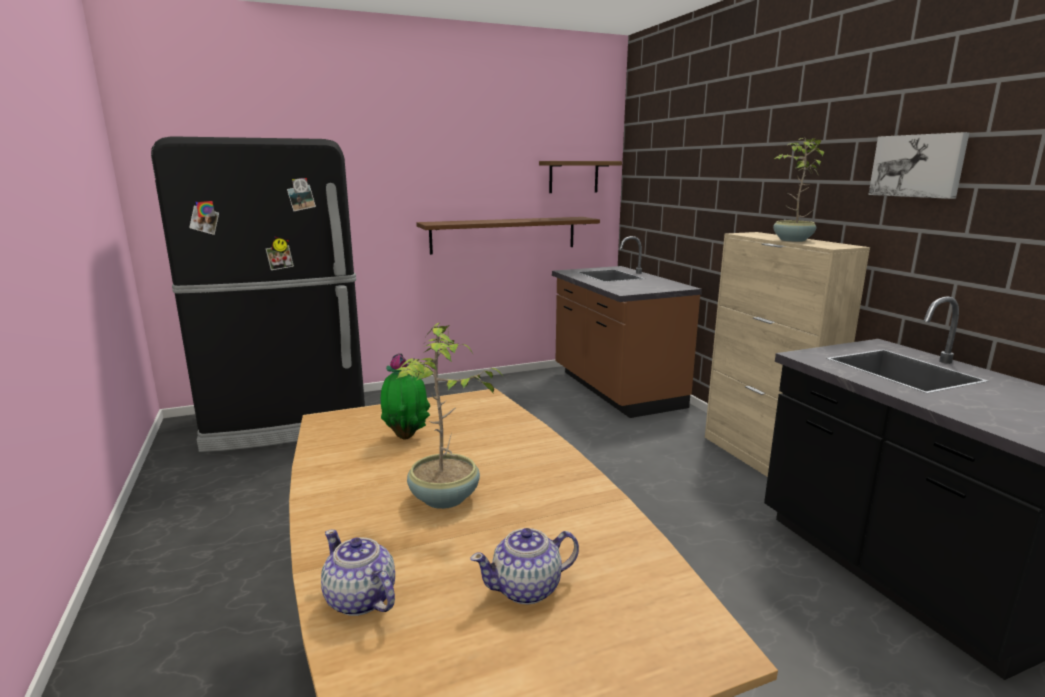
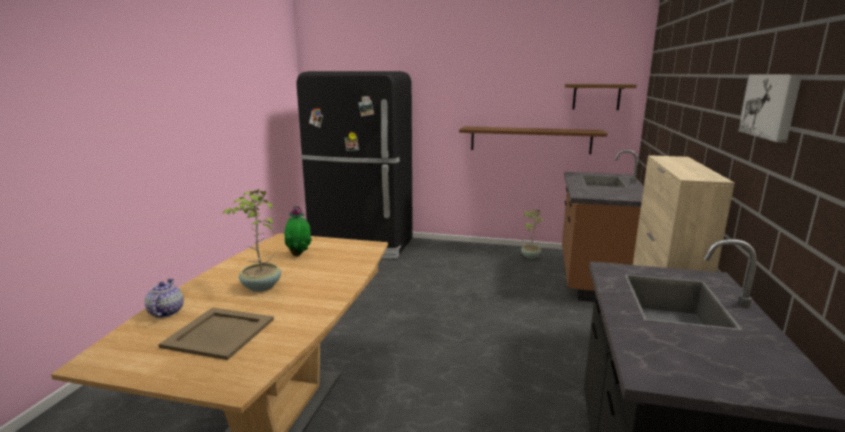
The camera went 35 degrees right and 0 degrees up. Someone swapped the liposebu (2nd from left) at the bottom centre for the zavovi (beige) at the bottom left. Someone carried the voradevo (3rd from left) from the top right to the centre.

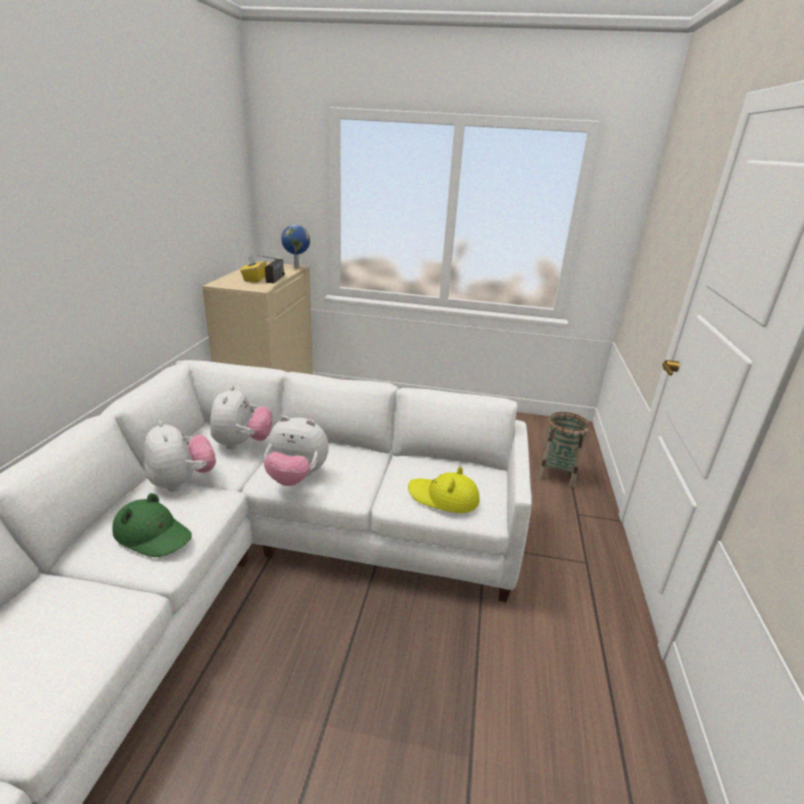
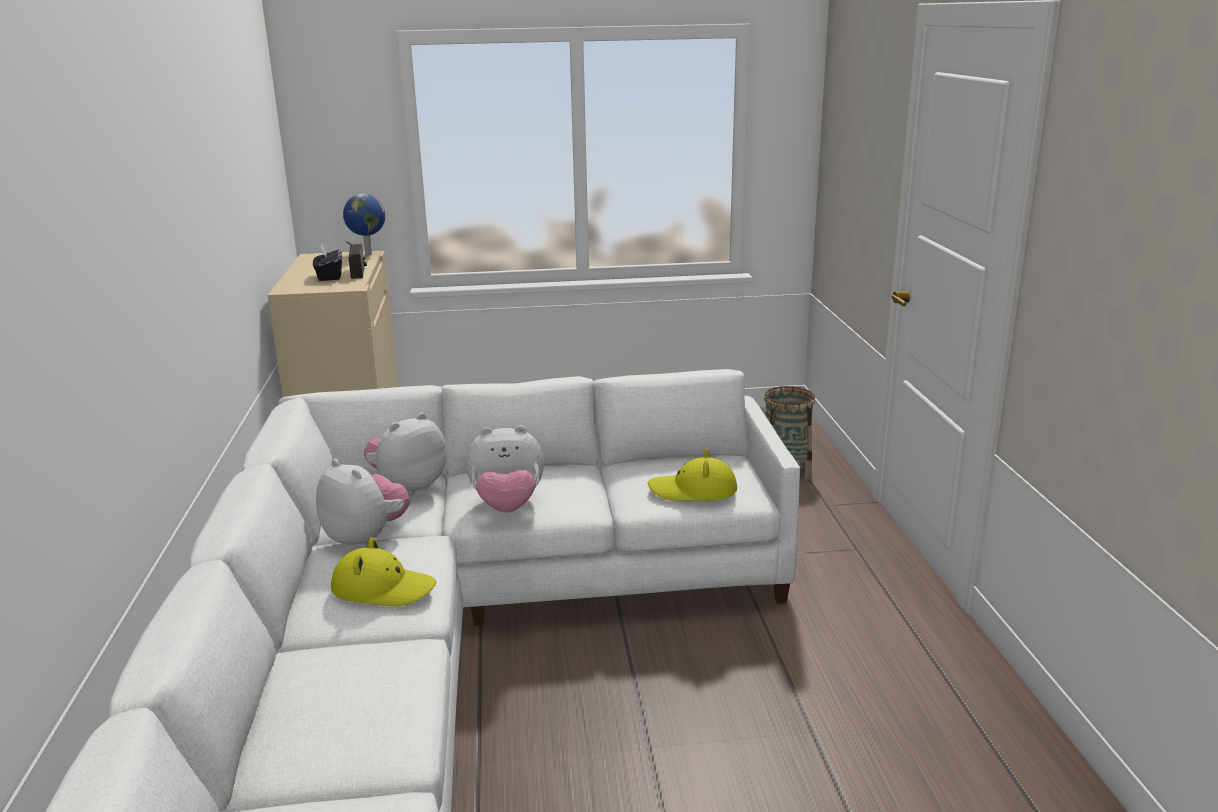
The camera went 15 degrees left and 5 degrees down. Someone repainted the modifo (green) at the middle left, which became the modifo (yellow) (1st from left) at the bottom left. Someone rotated the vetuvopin (2nd from left) at the middle left by 120 degrees counterclockwise. Someone repainted the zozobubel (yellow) at the middle left, which became the zozobubel (black) at the top left.

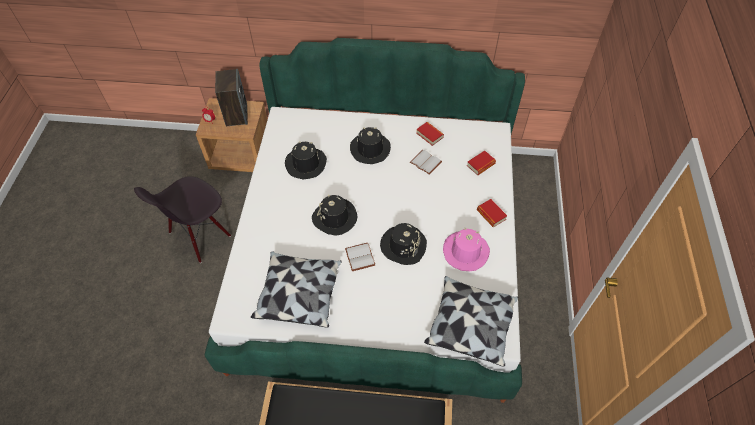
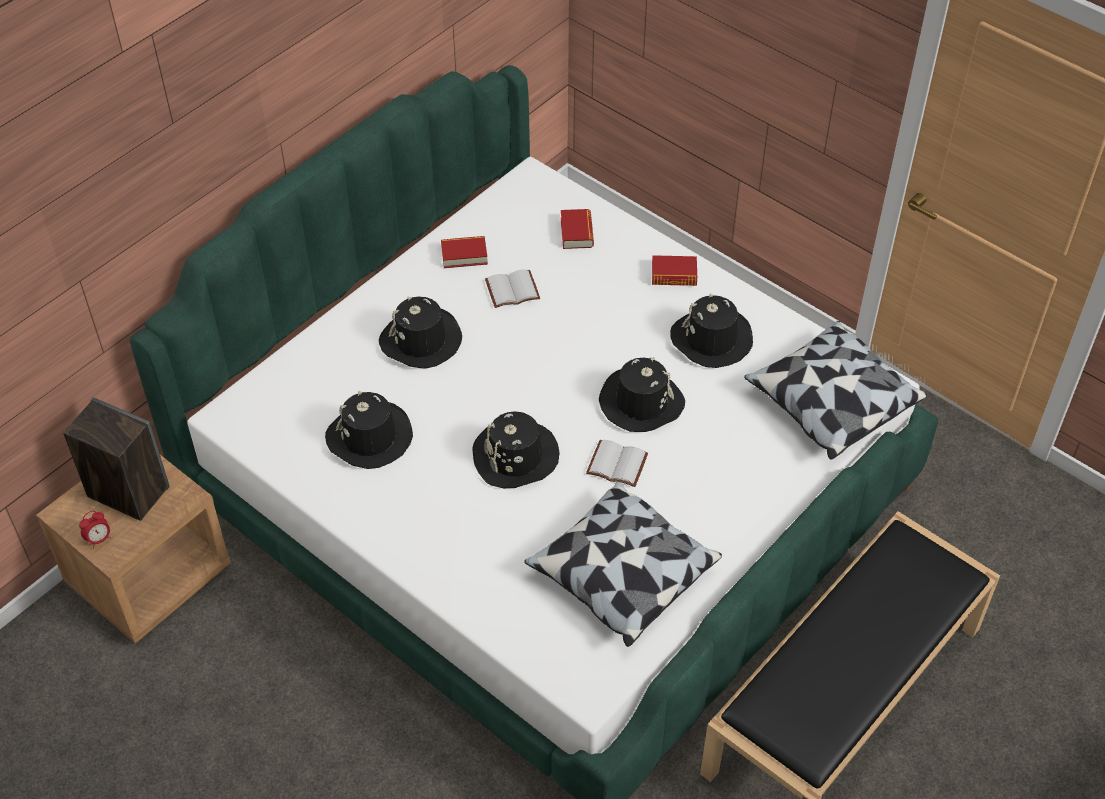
The camera went 55 degrees left and 5 degrees down. Someone took away the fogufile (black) at the middle left. Someone repainted the modifo (pink) at the centre, which became the modifo (black) (5th from left) at the centre.

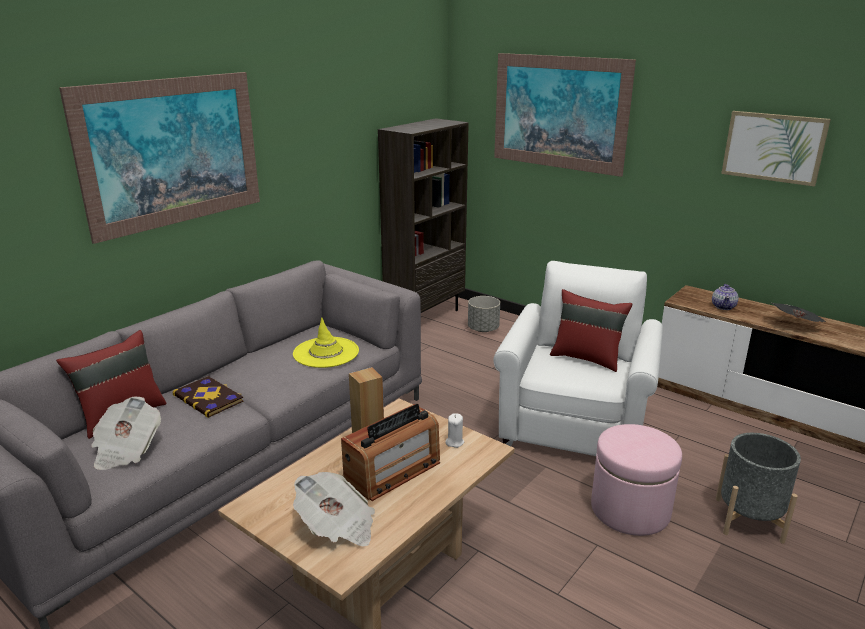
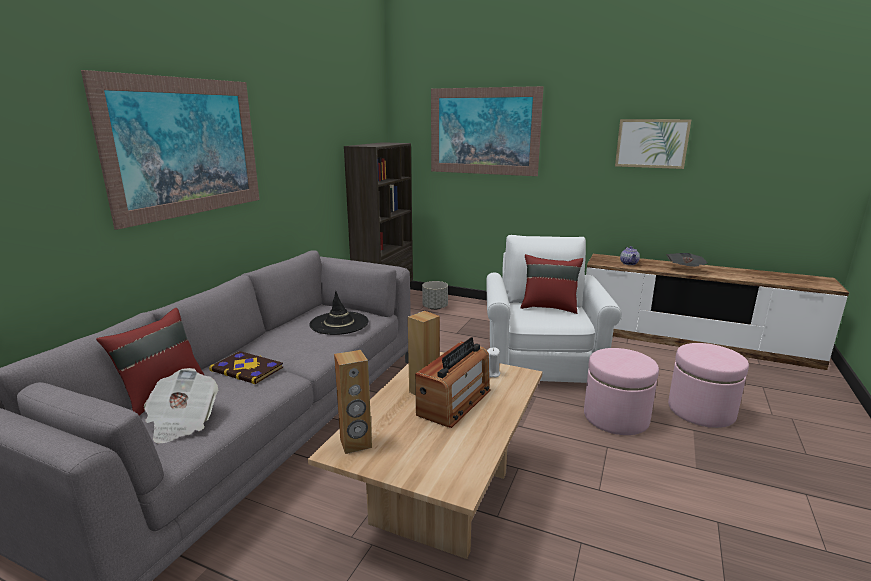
The camera went 15 degrees left and 5 degrees down. Someone repainted the modifo (yellow) at the centre, which became the modifo (black) at the centre. Someone took away the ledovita (2nd from left) at the bottom centre. Someone swapped the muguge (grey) (2nd from left) at the bottom right for the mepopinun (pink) (2nd from left) at the middle right. Someone put down the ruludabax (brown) (1st from left) at the bottom centre.

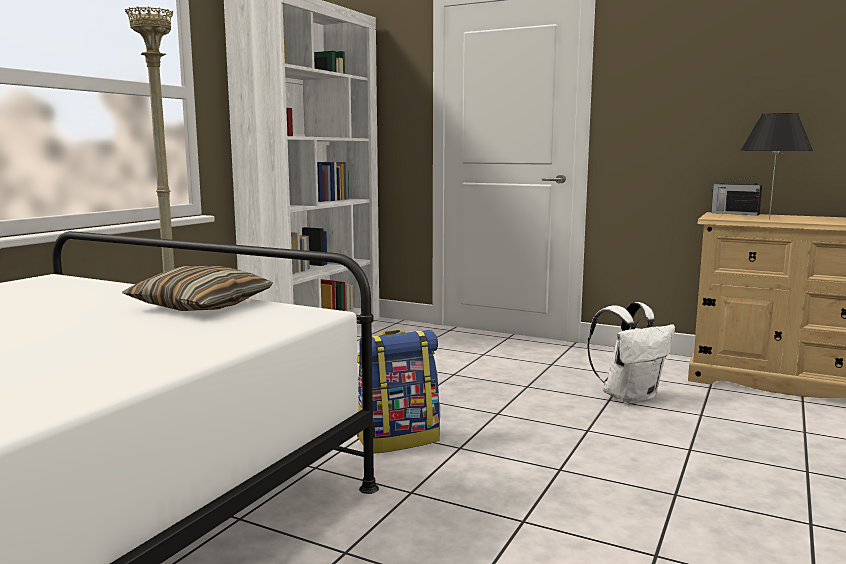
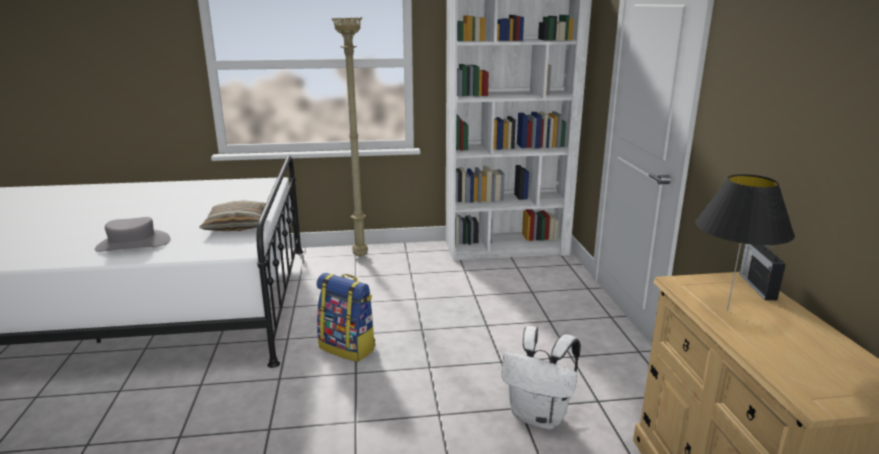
The camera went 55 degrees right and 10 degrees up. Someone put down the modifo (grey) at the middle left.

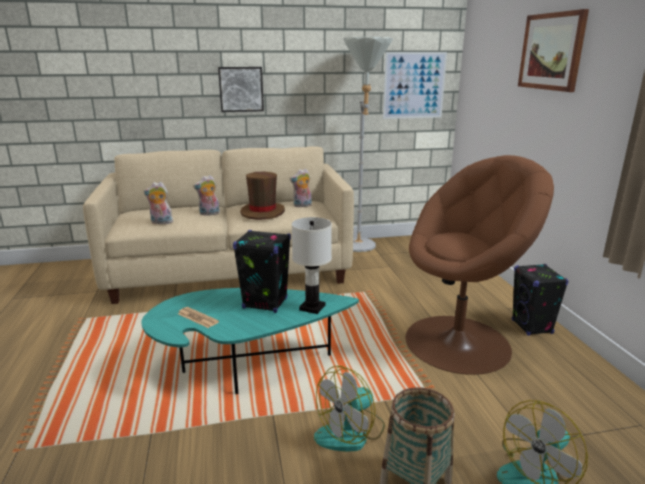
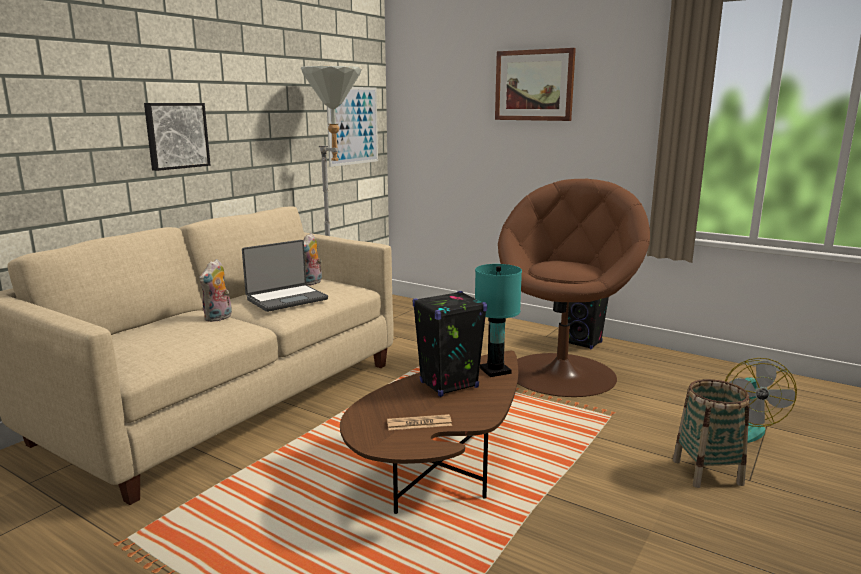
The camera went 45 degrees left and 5 degrees down. Someone repainted the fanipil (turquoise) at the bottom centre, which became the fanipil (brown) at the bottom centre. Someone took away the vetuvopin (1st from left) at the middle left. Someone swapped the modifo (brown) at the centre for the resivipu at the middle left. Someone repainted the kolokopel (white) at the centre, which became the kolokopel (turquoise) at the centre. Someone took away the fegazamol (1st from left) at the bottom centre.

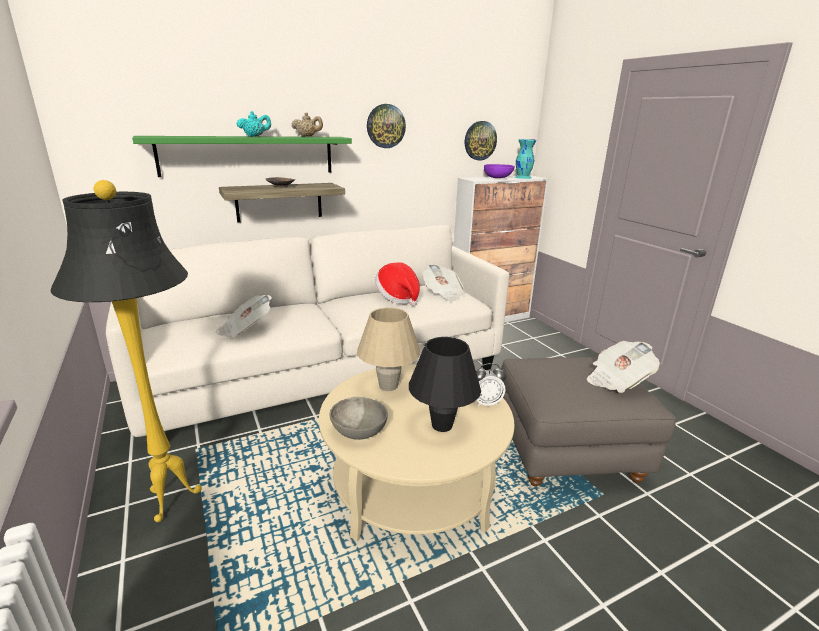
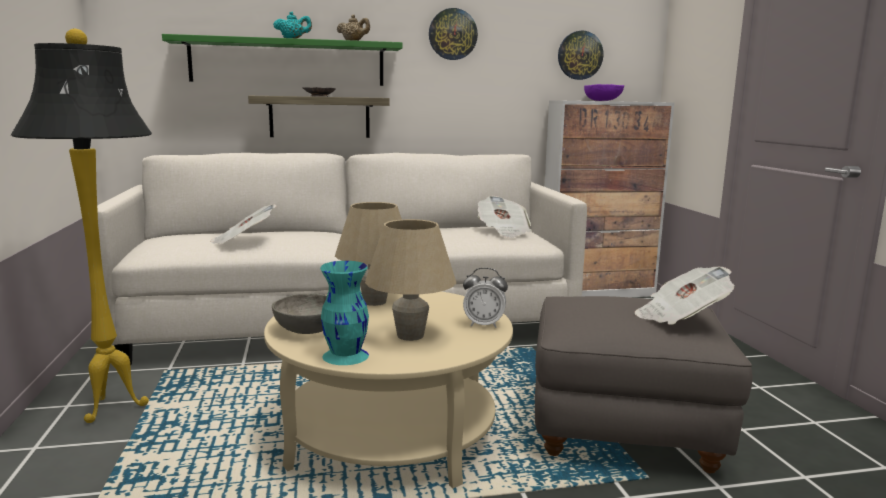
The camera went 15 degrees right and 10 degrees down. Someone took away the modifo at the centre. Someone repainted the kolokopel (black) at the centre, which became the kolokopel (beige) (2nd from left) at the centre. Someone carried the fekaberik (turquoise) from the top centre to the centre.

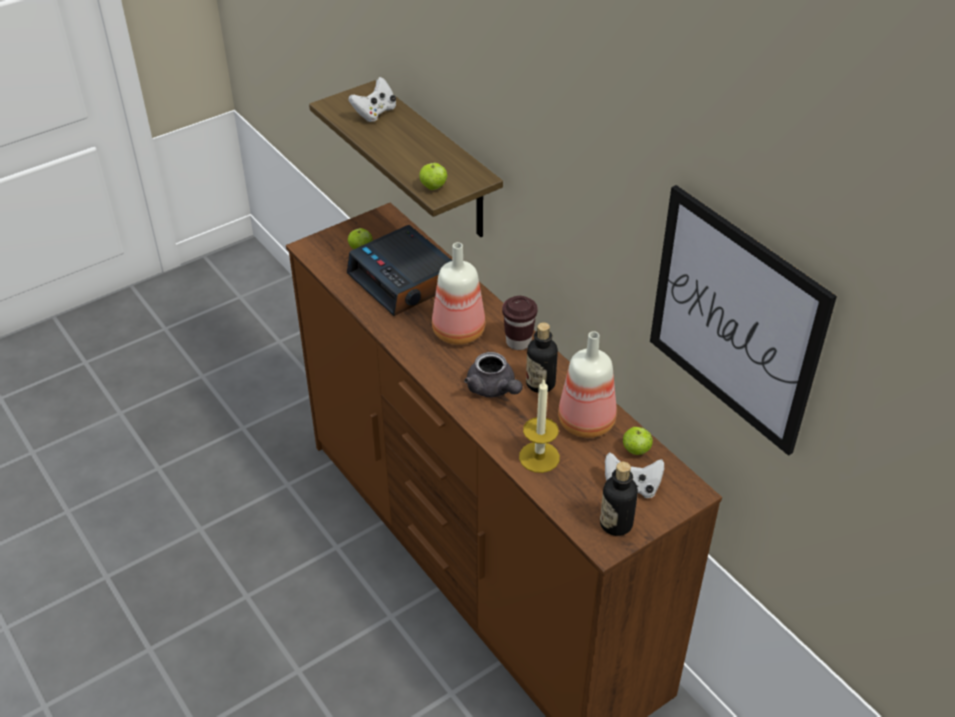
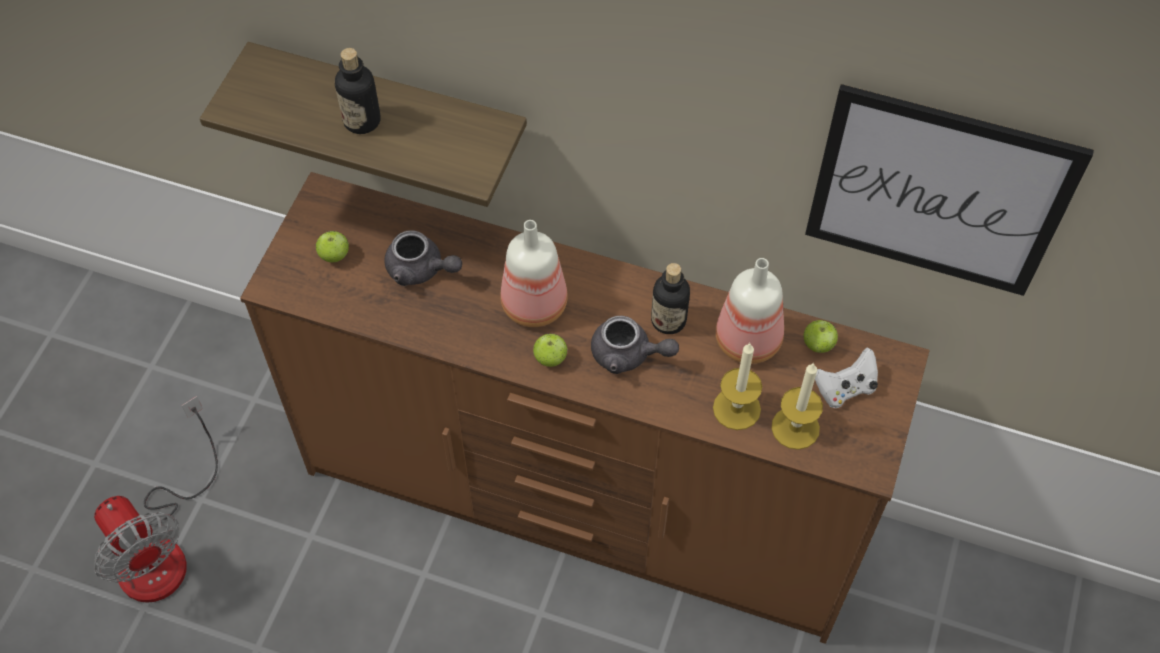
The camera went 35 degrees left and 15 degrees up. Someone swapped the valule at the centre for the liposebu (grey) (1st from left) at the centre. Someone took away the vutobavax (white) (1st from left) at the top centre. Someone carried the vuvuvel (2nd from left) from the top centre to the centre. Someone took away the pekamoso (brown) at the centre. Someone carried the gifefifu (4th from left in the first image) from the bottom centre to the top left. Someone put down the fegazamol at the bottom left. Someone put down the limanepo (2nd from left) at the middle right.

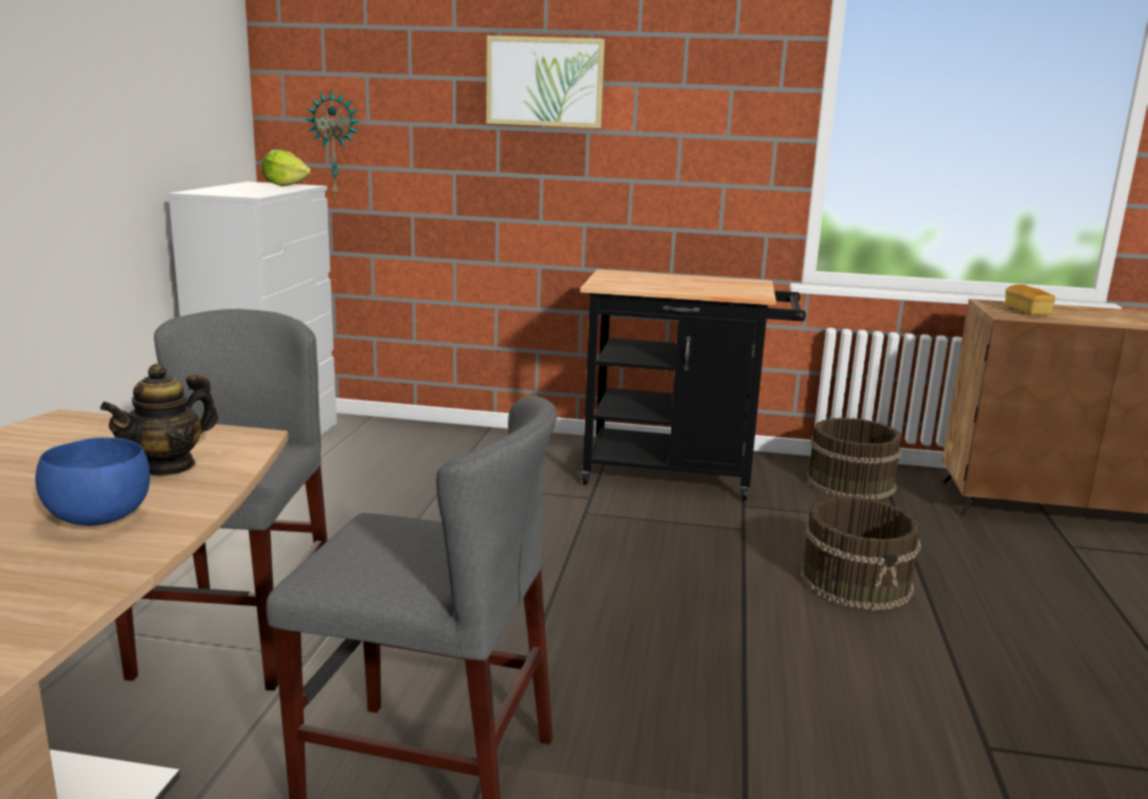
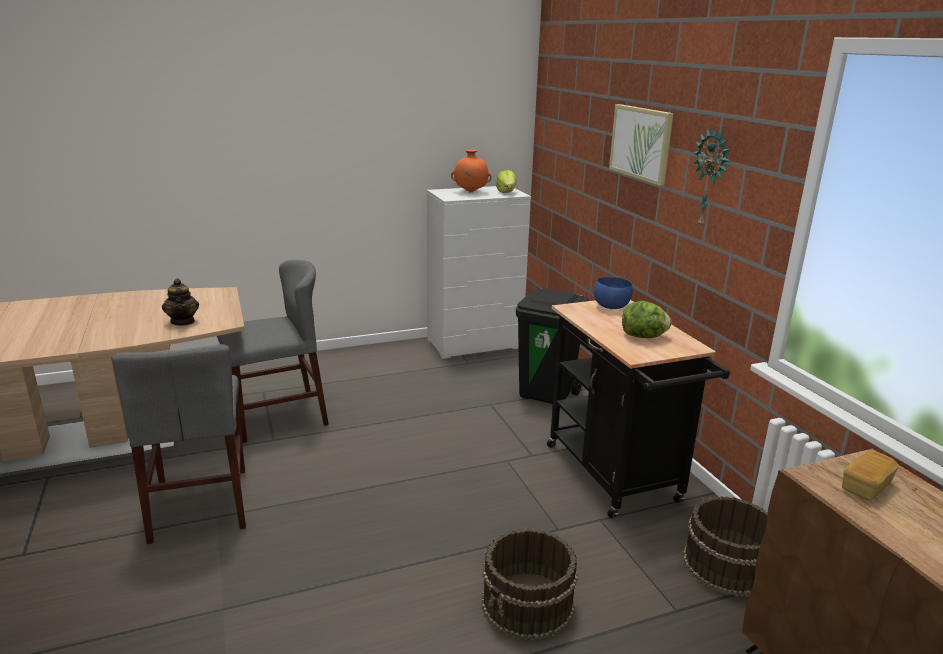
The camera went 60 degrees right and 5 degrees up. Someone carried the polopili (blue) from the middle left to the centre. Someone rotated the liposebu at the middle left by 120 degrees counterclockwise. Someone carried the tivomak from the top left to the top right. Someone put down the fekaberik (orange) at the top centre. Someone put down the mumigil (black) at the centre. Someone put down the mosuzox (2nd from left) at the middle right.

